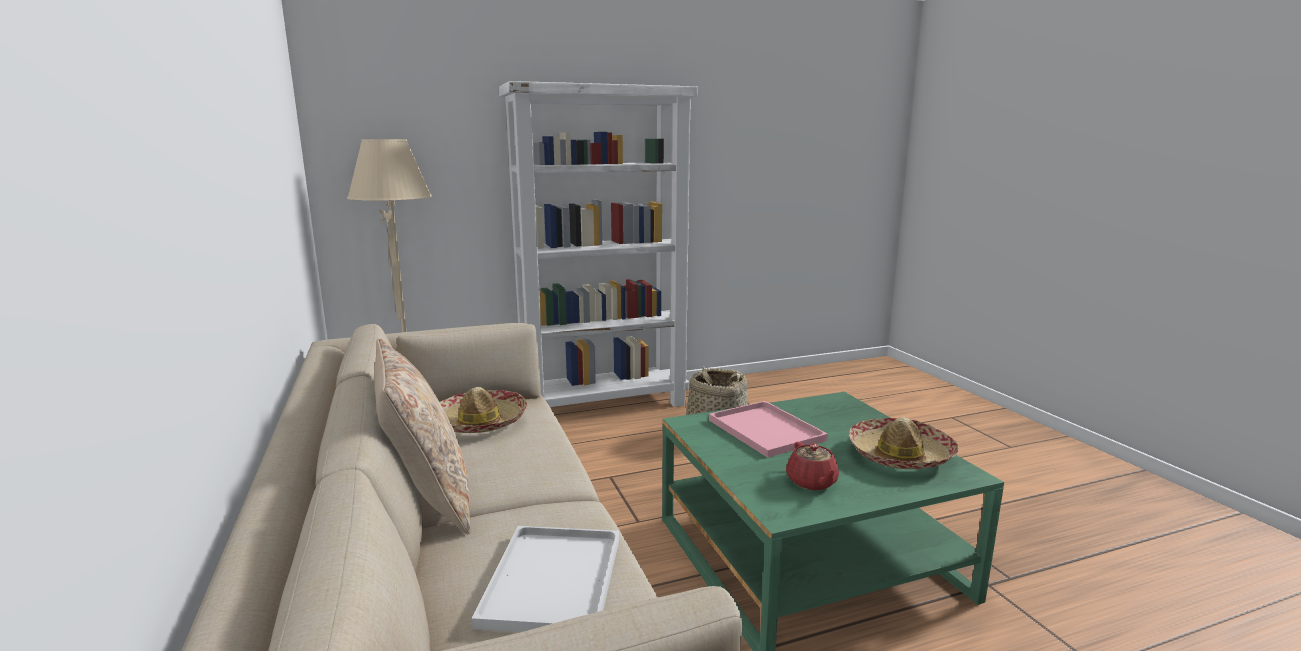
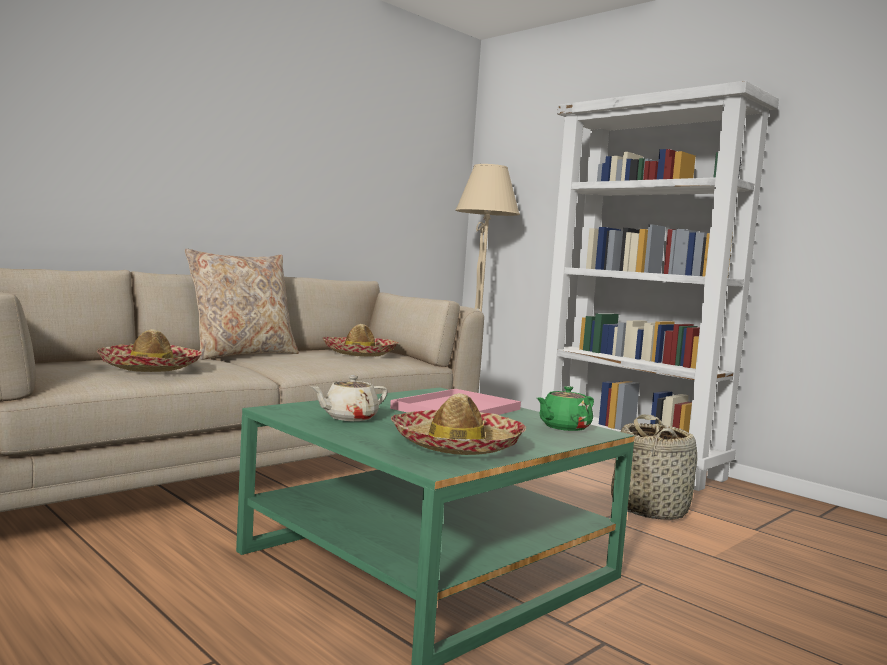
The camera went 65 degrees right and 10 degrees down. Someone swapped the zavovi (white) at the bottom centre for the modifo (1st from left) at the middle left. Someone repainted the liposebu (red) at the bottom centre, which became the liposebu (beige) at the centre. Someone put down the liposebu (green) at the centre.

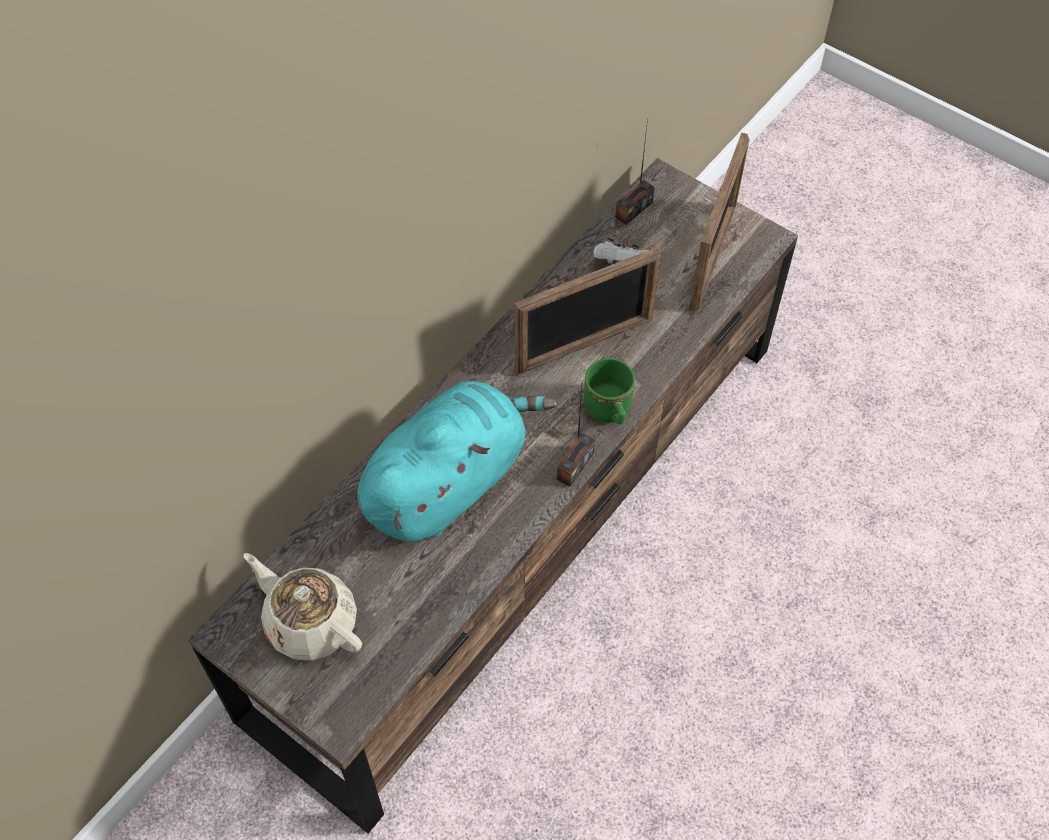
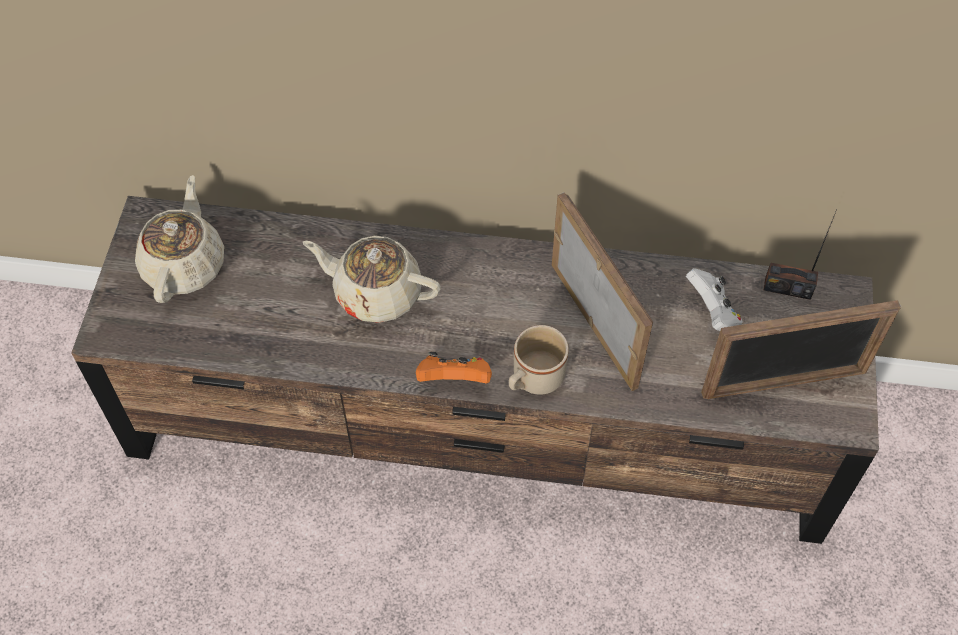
The camera went 60 degrees right and 0 degrees up. Someone swapped the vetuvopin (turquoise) at the centre for the liposebu (beige) (2nd from left) at the centre. Someone rotated the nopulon (1st from left) at the centre by 150 degrees counterclockwise. Someone swapped the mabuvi (1st from left) at the centre for the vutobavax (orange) at the centre. Someone repainted the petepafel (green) at the centre, which became the petepafel (beige) at the centre.

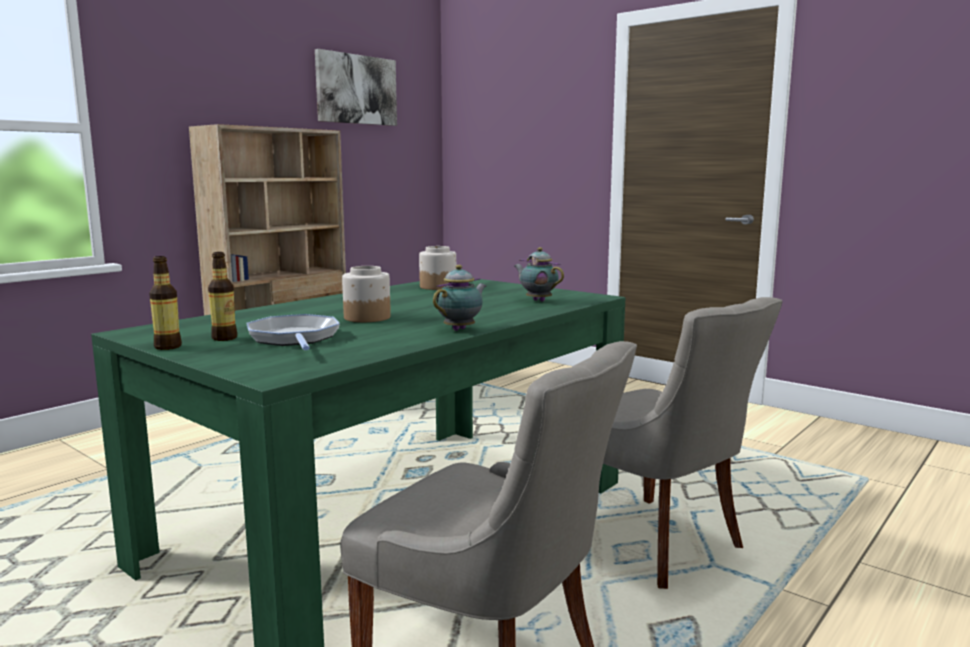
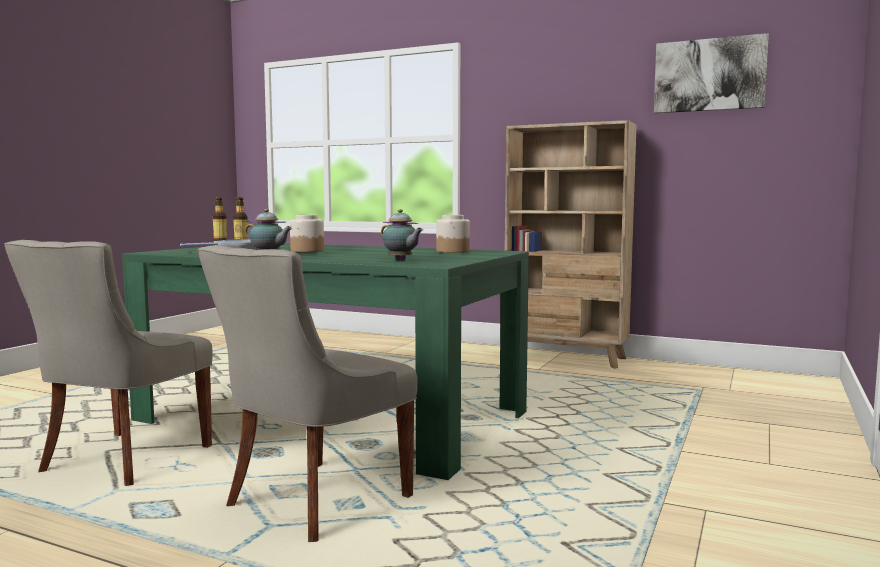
The camera went 75 degrees right and 5 degrees down. Someone rotated the liposebu (2nd from left) at the centre by 105 degrees clockwise.

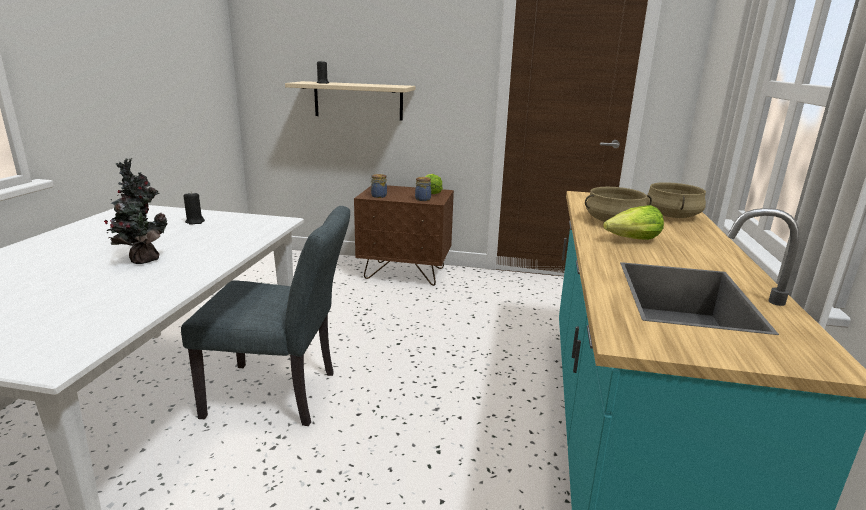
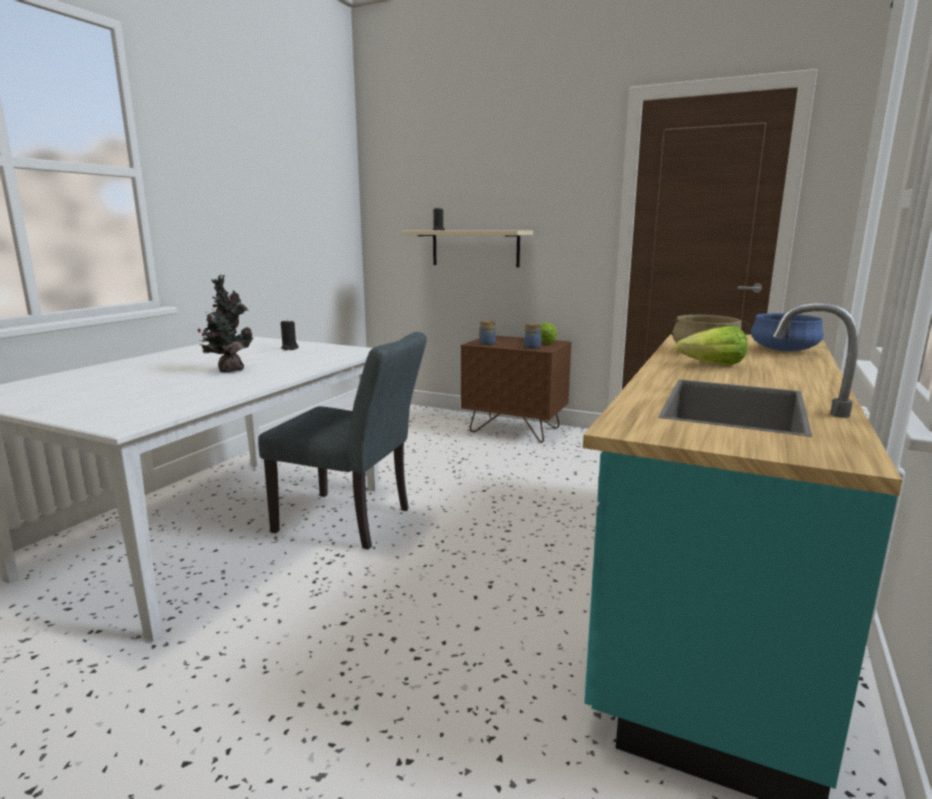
The camera went 15 degrees right and 5 degrees down. Someone repainted the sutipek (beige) (2nd from left) at the middle right, which became the sutipek (blue) at the middle right.

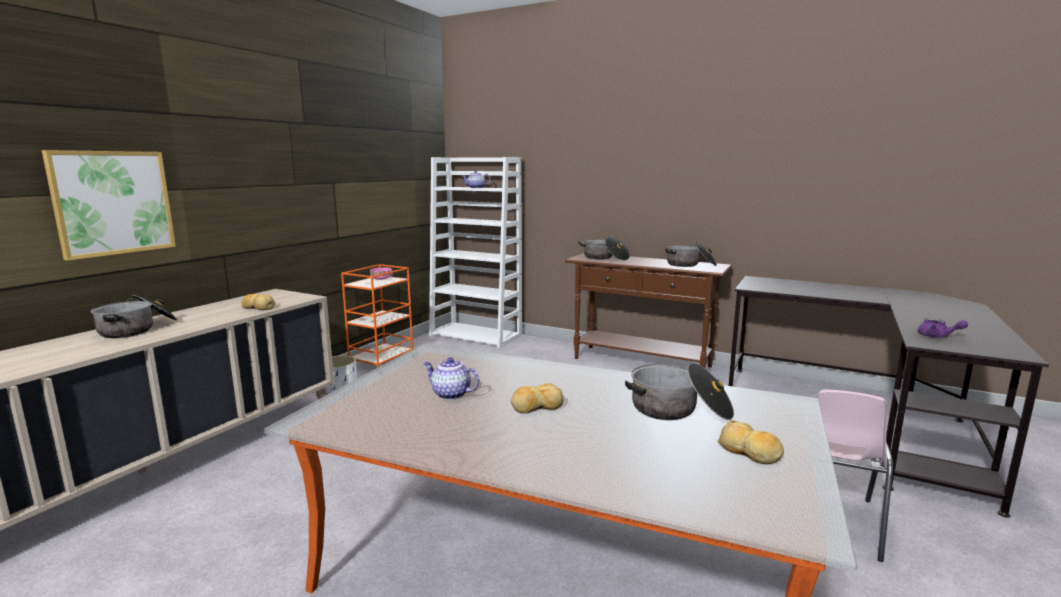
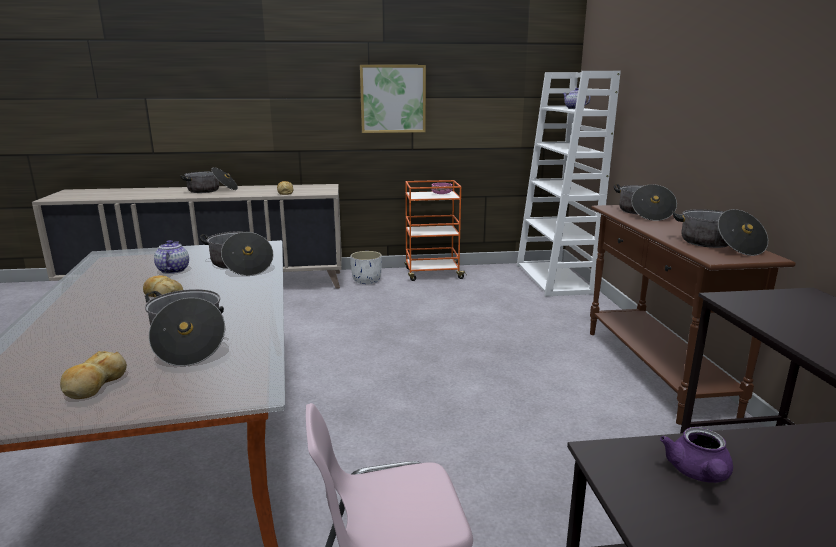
The camera went 55 degrees right and 5 degrees up. Someone carried the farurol from the middle left to the top centre. Someone put down the sutipek (3rd from left) at the middle left.

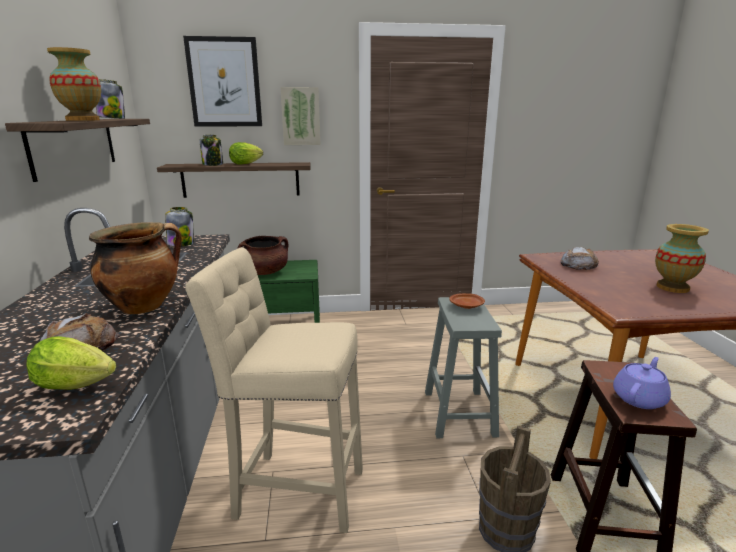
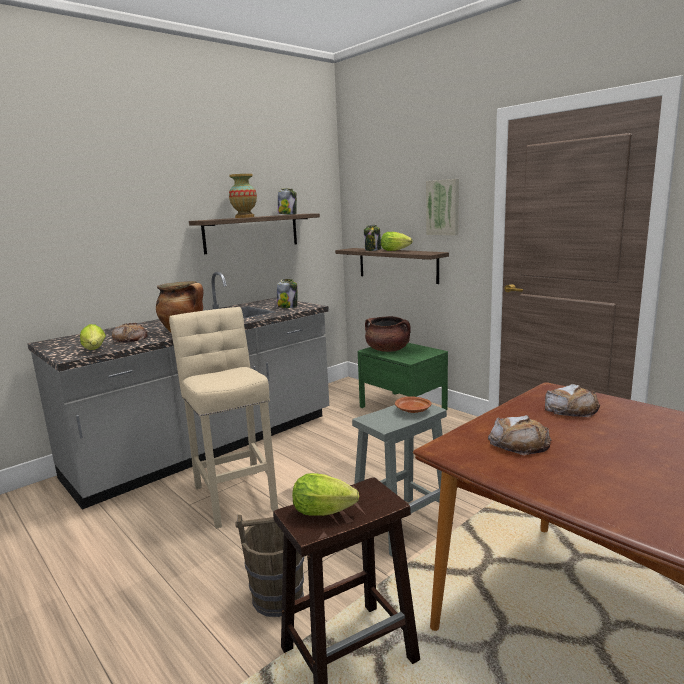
The camera went 55 degrees right and 5 degrees down. Someone took away the farurol (1st from left) at the top left. Someone swapped the liposebu (purple) at the bottom right for the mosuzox (2nd from left) at the bottom centre. Someone took away the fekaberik (2nd from left) at the middle right. Someone put down the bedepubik (2nd from left) at the middle right.

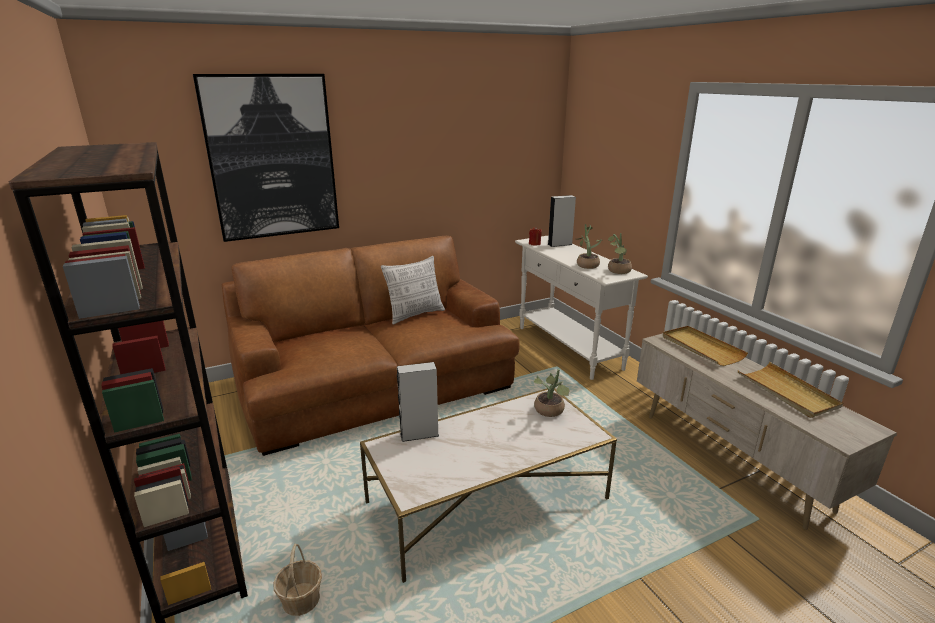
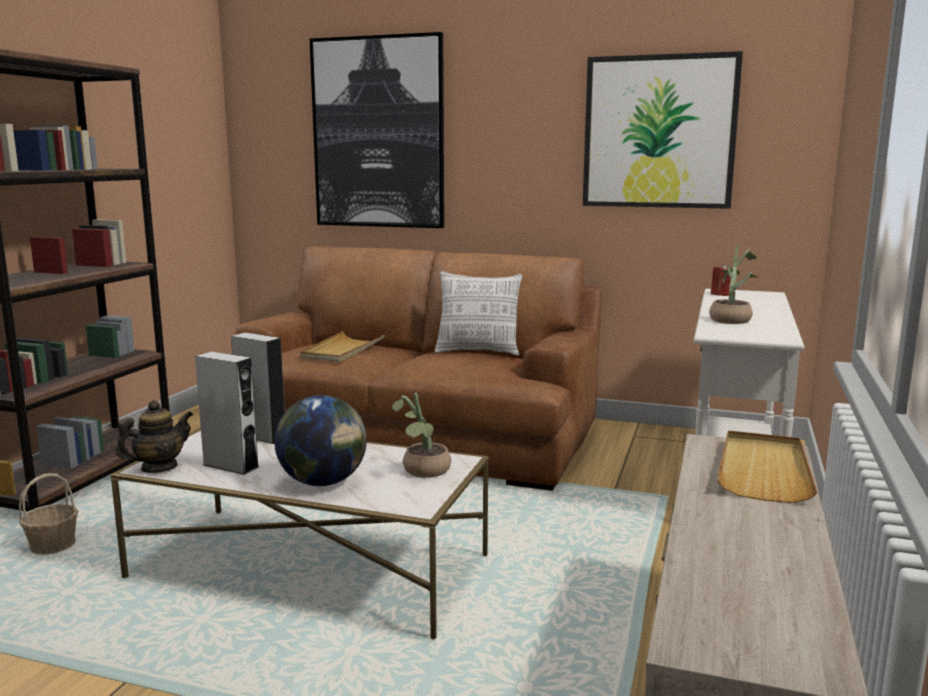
The camera went 45 degrees right and 10 degrees down. Someone carried the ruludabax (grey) (2nd from left in the first image) from the centre to the middle left. Someone took away the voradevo (3rd from left) at the centre. Someone carried the zavovi (beige) (2nd from left in the first image) from the middle right to the centre. Someone put down the liposebu at the middle left. Someone put down the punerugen at the centre. Someone put up the farurol (2nd from left) at the top right.

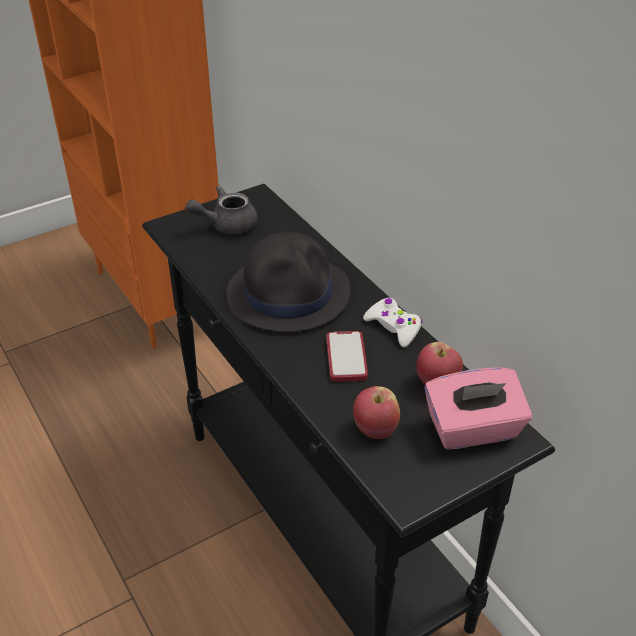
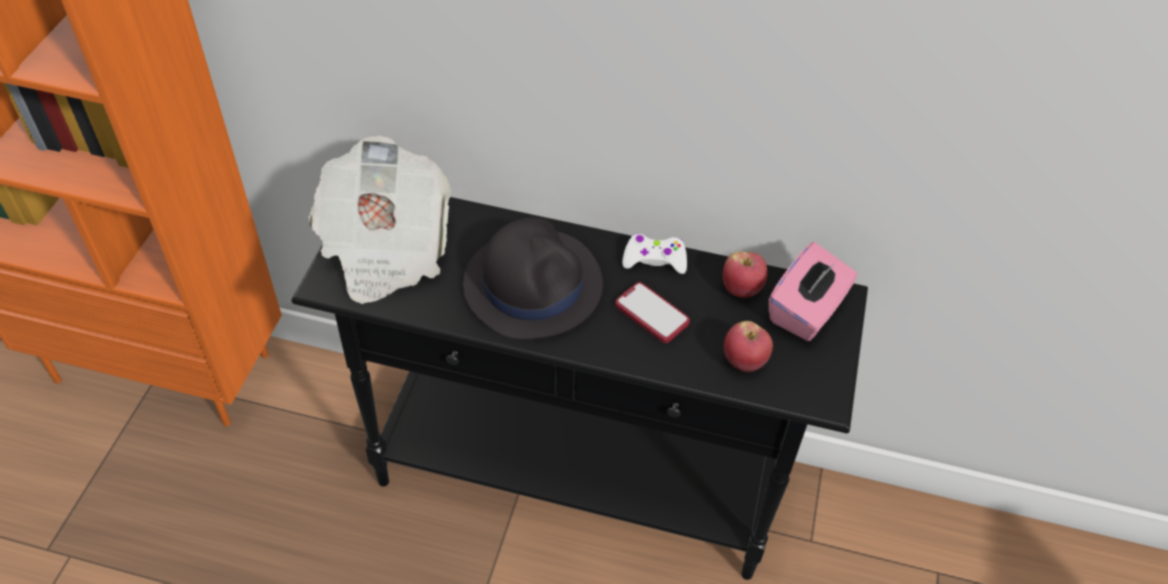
The camera went 45 degrees left and 10 degrees up. Someone swapped the liposebu (grey) at the top centre for the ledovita at the middle left.

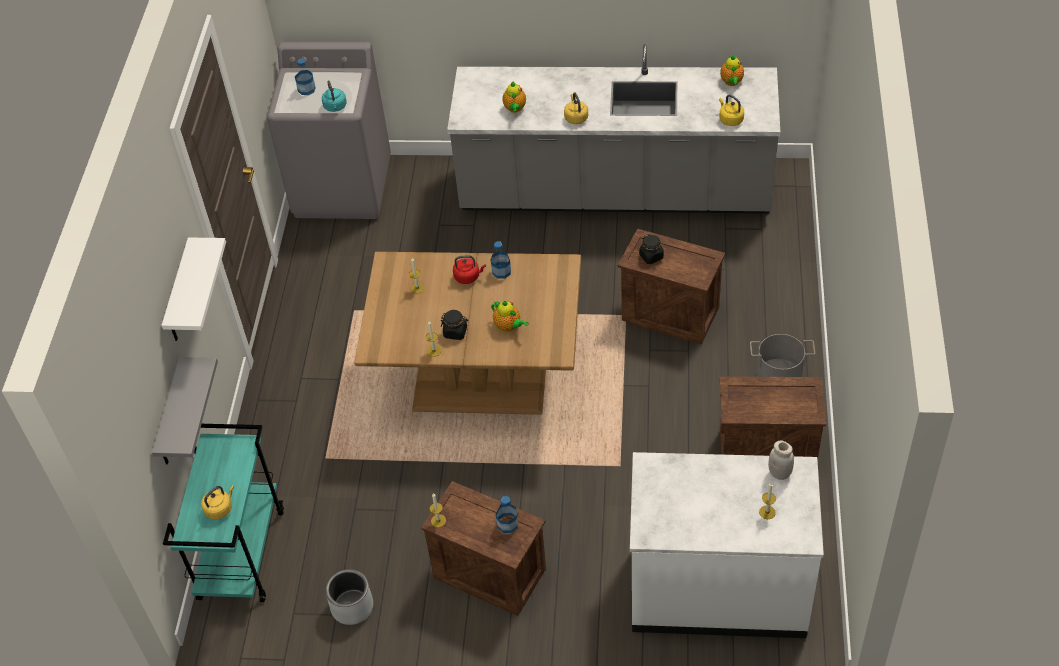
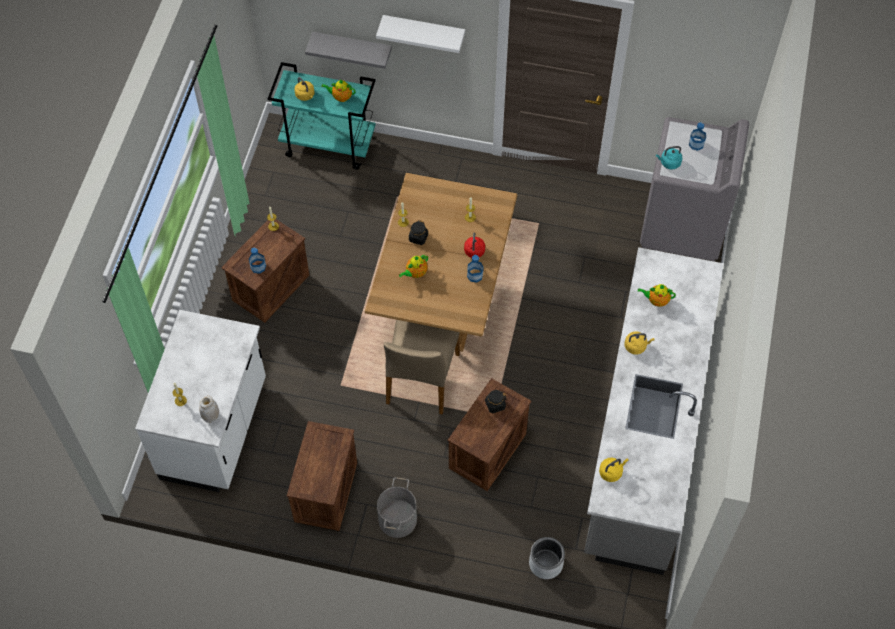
The camera went 95 degrees right and 10 degrees up. Someone carried the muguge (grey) from the bottom left to the bottom centre. Someone carried the liposebu (3rd from left in the first image) from the top right to the top centre. Someone put down the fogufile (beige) at the centre.

